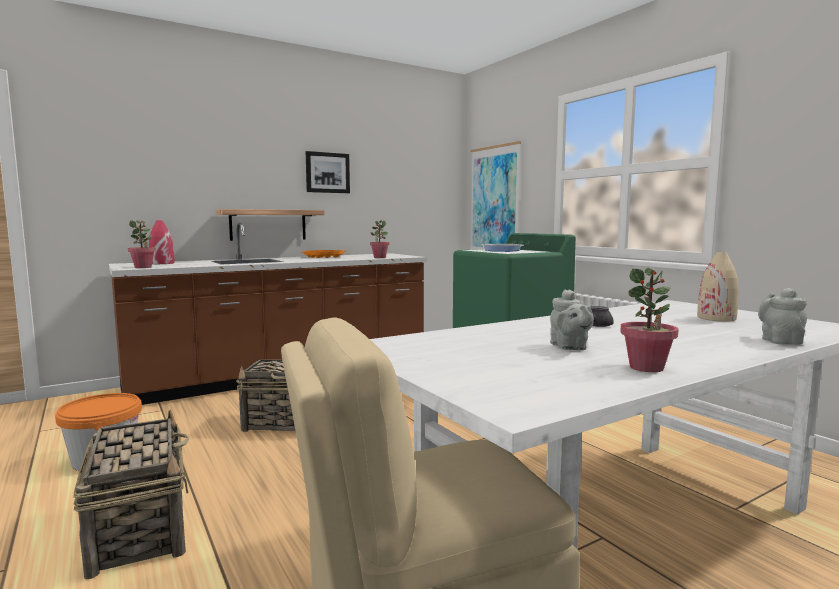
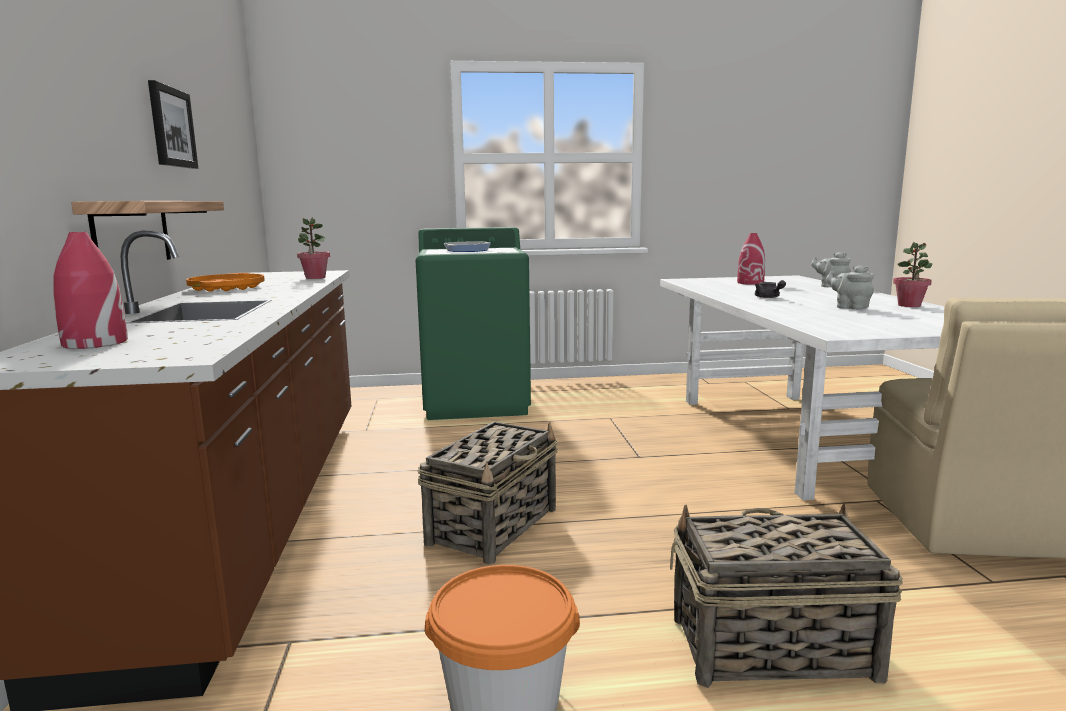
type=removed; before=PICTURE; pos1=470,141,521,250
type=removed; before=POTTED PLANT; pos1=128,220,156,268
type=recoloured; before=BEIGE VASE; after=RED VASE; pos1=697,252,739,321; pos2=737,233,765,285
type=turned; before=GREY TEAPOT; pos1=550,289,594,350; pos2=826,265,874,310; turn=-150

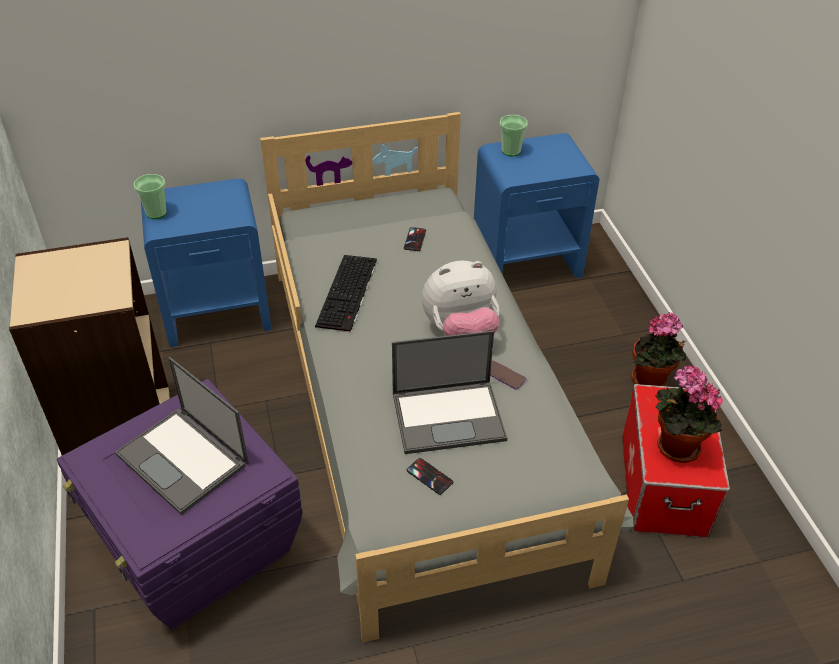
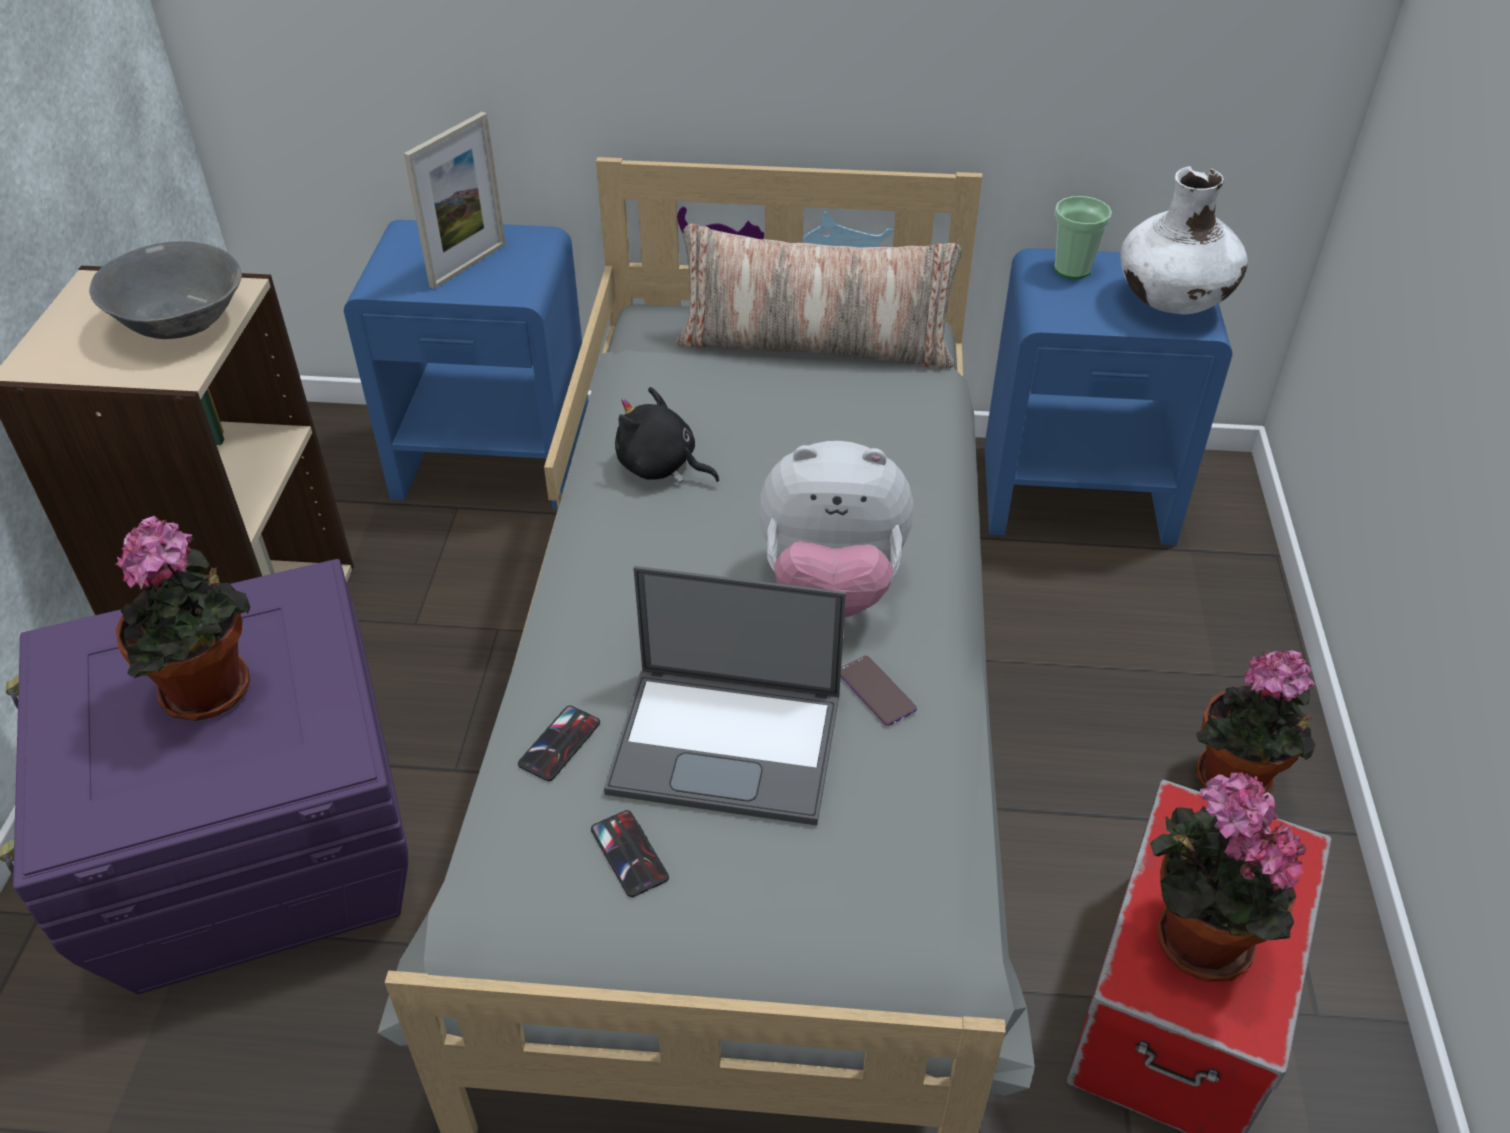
type=removed; before=CUP; pos1=134,174,167,219
type=moved; before=PHONE; pos1=404,227,426,251; pos2=518,706,600,781
type=replaced; before=KEYBOARD; after=BLACK PLUSH TOY; pos1=315,255,377,333; pos2=615,387,719,483
type=replaced; before=LAPTOP; after=POTTED PLANT; pos1=115,357,249,515; pos2=116,516,251,721
type=added; after=PICTURE FRAME; pos2=404,112,506,289
type=added; after=WHITE VASE; pos2=1120,166,1248,314
type=added; after=PILLOW; pos2=676,224,962,369
type=added; after=GREY BOWL; pos2=89,241,242,339

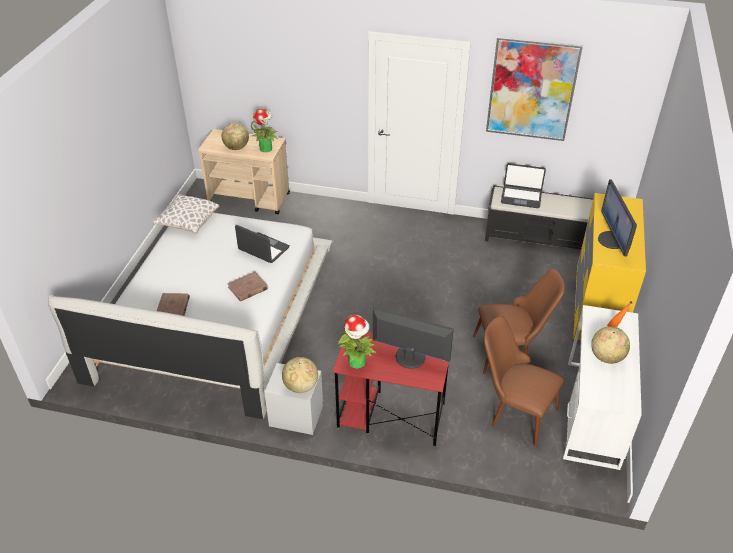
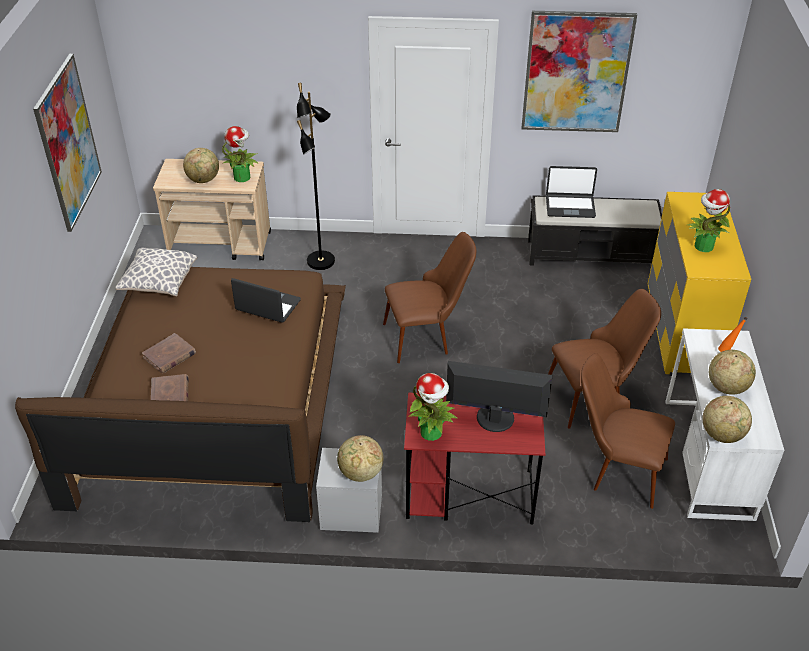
type=replaced; before=MONITOR; after=POTTED PLANT; pos1=598,179,637,257; pos2=687,189,730,252
type=recoloured; before=WHITE BED; after=BROWN BED; pos1=48,213,333,419; pos2=15,267,346,522
type=moved; before=BROWN BOOK; pos1=227,271,268,301; pos2=142,333,196,373
type=added; after=PICTURE; pos2=33,54,102,232
type=added; after=BLACK FLOOR LAMP; pos2=297,83,335,270
type=added; after=BROWN CHAIR; pos2=383,232,476,363
type=added; after=GLOBE; pos2=703,396,752,443

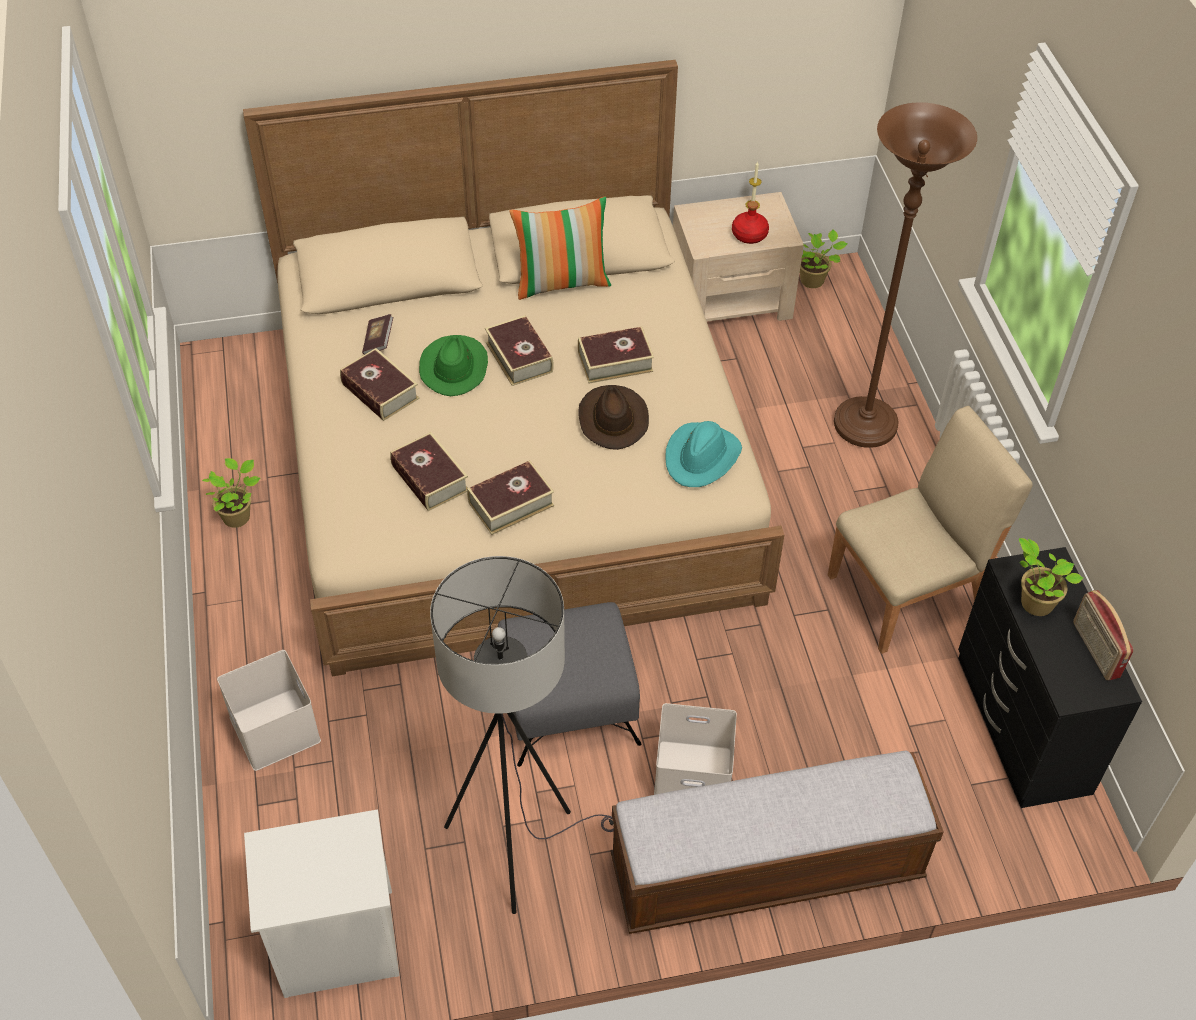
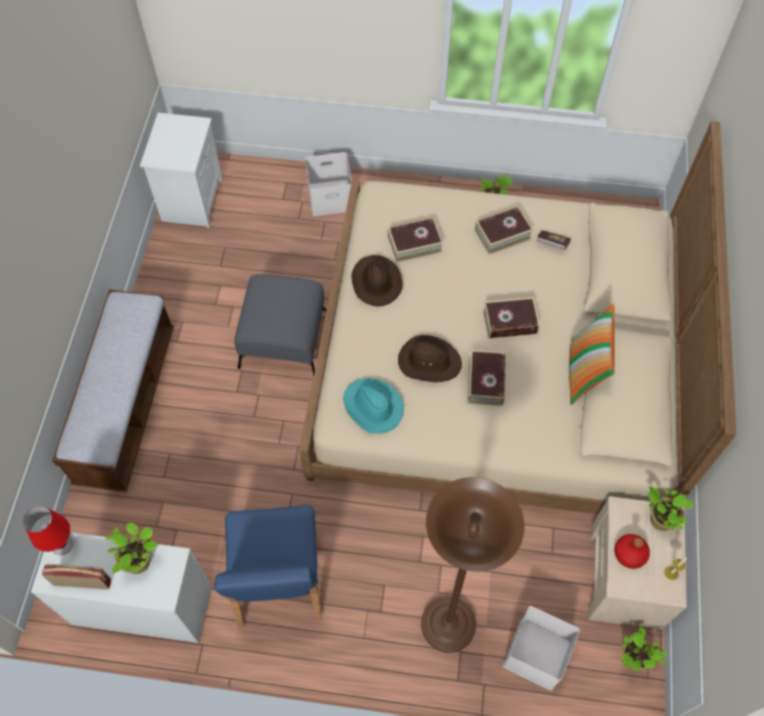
type=removed; before=GREEN HAT; pos1=419,335,488,396
type=recoloured; before=BEIGE CHAIR; after=BLUE CHAIR; pos1=828,406,1033,654; pos2=215,505,322,628
type=replaced; before=BOOK; after=BROWN HAT; pos1=467,461,554,535; pos2=351,255,403,306
type=recoloured; before=BLACK DRESSER; after=WHITE DRESSER; pos1=958,547,1142,808; pos2=31,532,211,643
type=removed; before=GREY FLOOR LAMP; pos1=430,556,614,914
type=moved; before=WHITE STORAGE BOX; pos1=654,703,737,795; pos2=503,606,580,690
type=added; after=POTTED PLANT; pos2=647,487,694,531
type=added; after=RED TABLE LAMP; pos2=24,506,73,555

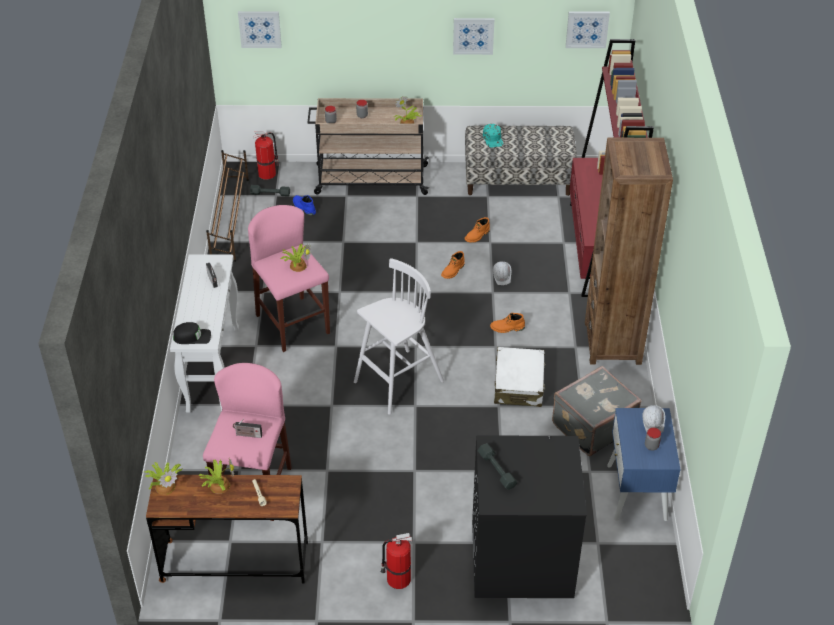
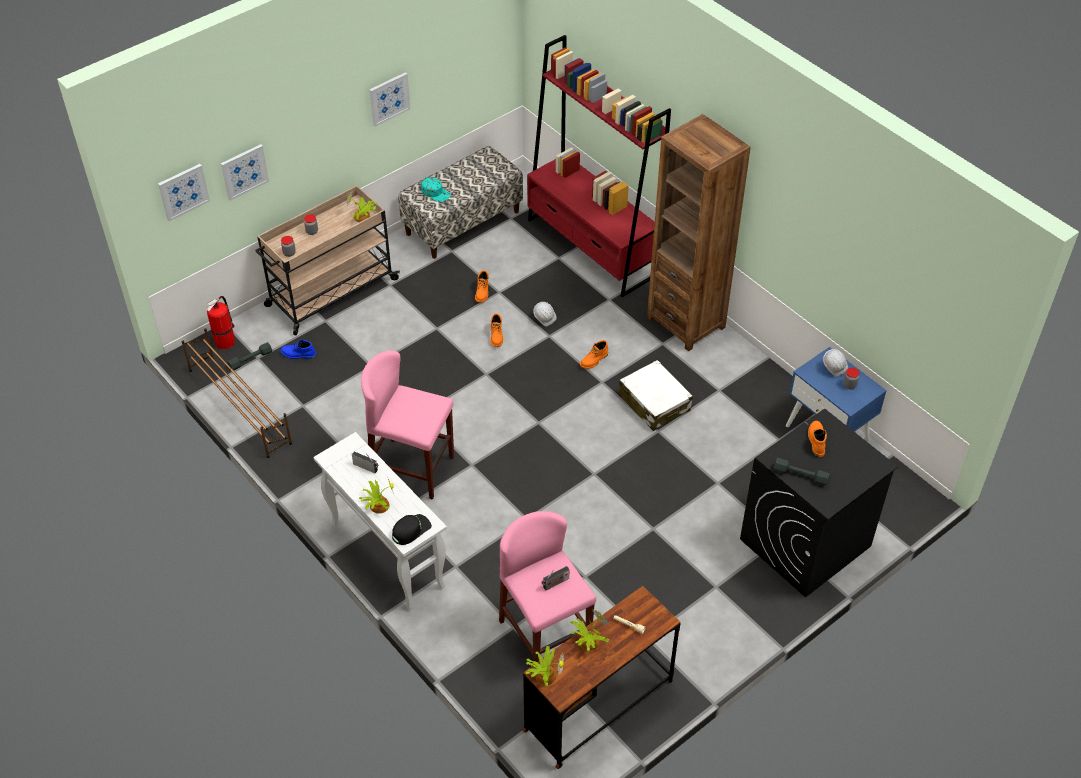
type=moved; before=PICTURE; pos1=566,11,610,48; pos2=221,144,269,201
type=moved; before=POTTED PLANT; pos1=281,243,311,272; pos2=359,477,394,514
type=removed; before=WHITE STOOL; pos1=354,258,444,415
type=removed; before=GREY SUITCASE; pos1=552,366,641,456
type=removed; before=FIRE EXTINGUISHER; pos1=381,533,412,589
type=added; after=ORANGE BOOT; pos2=808,421,827,457

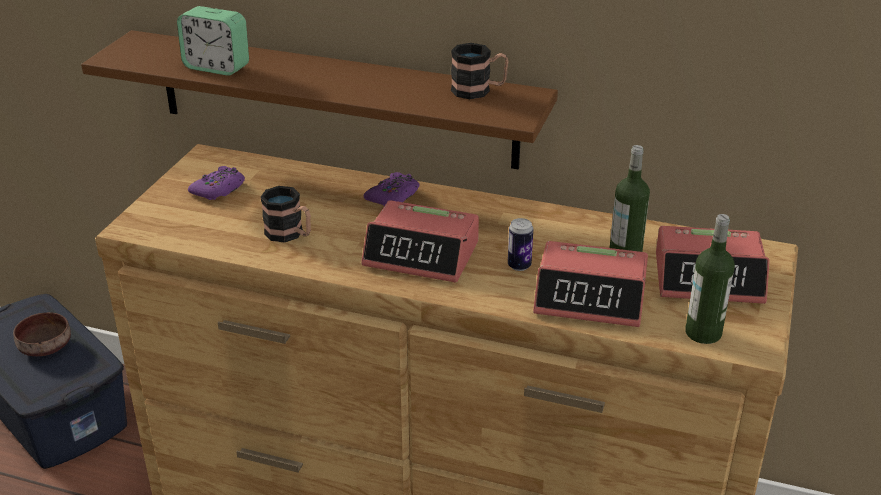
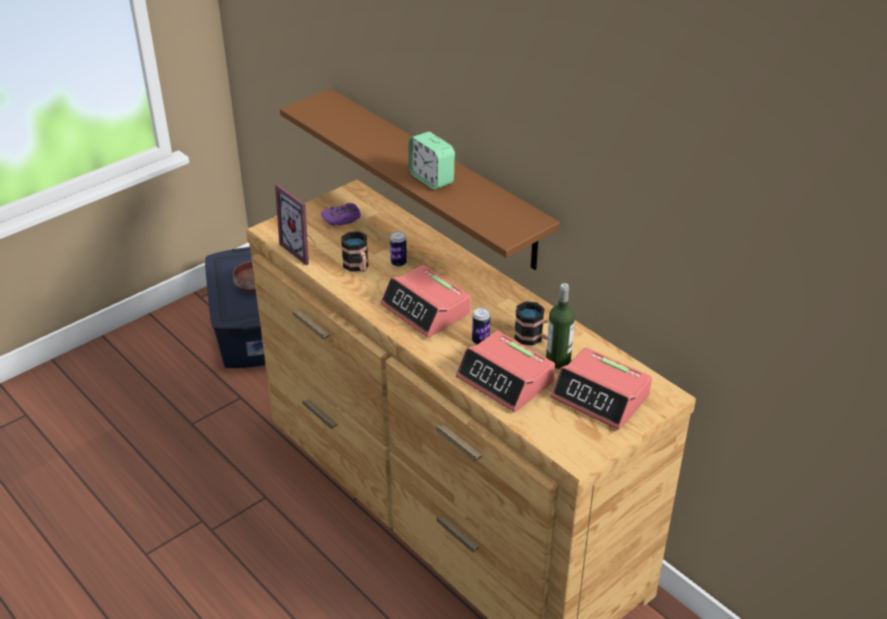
type=moved; before=ALARM CLOCK; pos1=177,6,249,76; pos2=409,132,455,190
type=moved; before=MUG; pos1=451,43,509,99; pos2=514,301,549,346
type=removed; before=PURPLE GAME CONTROLLER; pos1=364,172,419,206
type=removed; before=BOTTLE; pos1=685,214,735,344
type=added; after=PICTURE FRAME; pos2=275,184,316,265
type=added; after=CAN; pos2=390,231,407,267

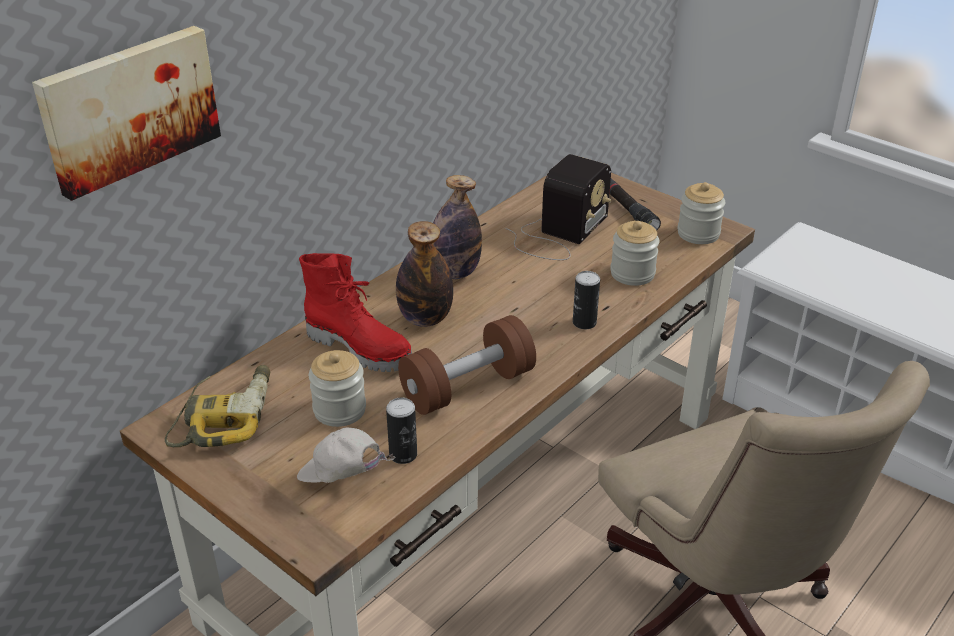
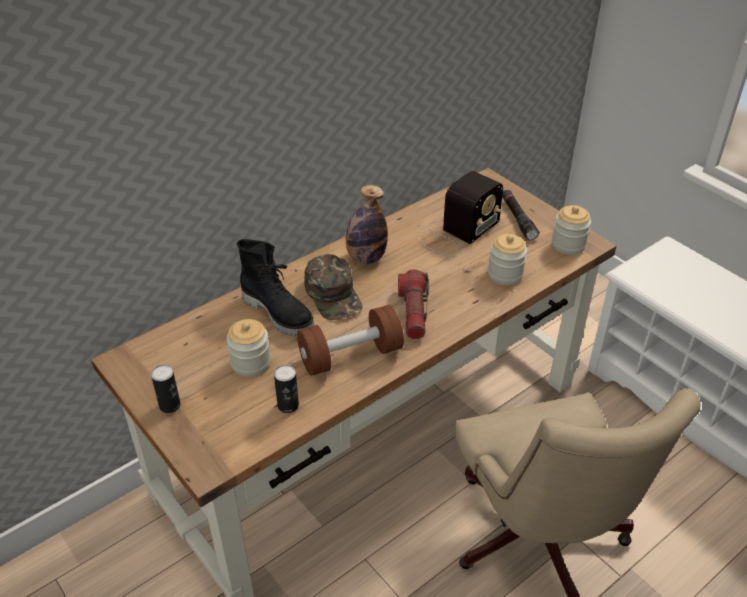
type=removed; before=PICTURE; pos1=32,26,221,201
type=replaced; before=BOTTLE; after=GREEN CAP; pos1=396,221,453,327; pos2=304,254,363,320
type=recoloured; before=RED BOOT; after=BLACK BOOT; pos1=299,253,412,372; pos2=237,239,314,337
type=moved; before=CAN; pos1=573,271,600,329; pos2=151,365,181,413
type=removed; before=POWER DRILL; pos1=165,365,270,447
type=removed; before=WHITE CAP; pos1=297,427,395,483
type=added; after=FLASHLIGHT; pos2=398,269,429,339

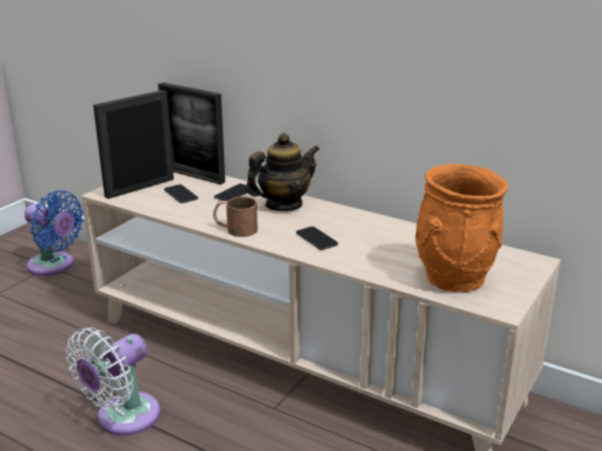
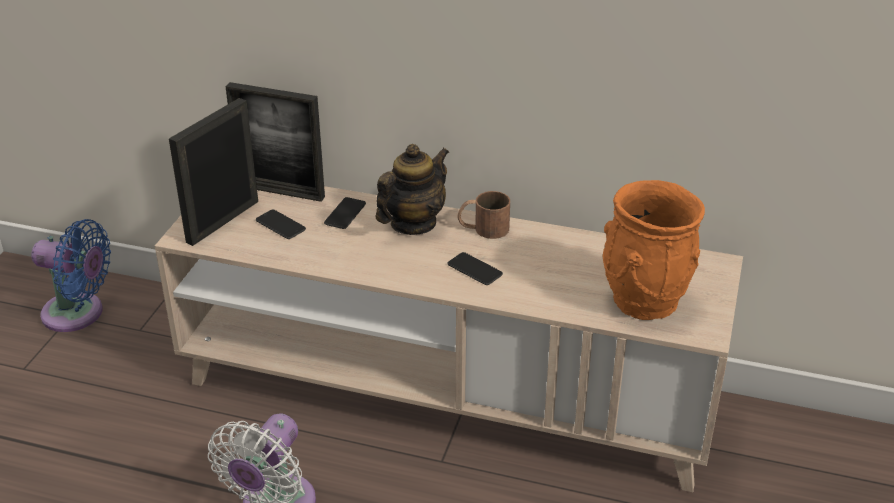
type=moved; before=BROWN MUG; pos1=213,197,258,237; pos2=457,191,510,239

